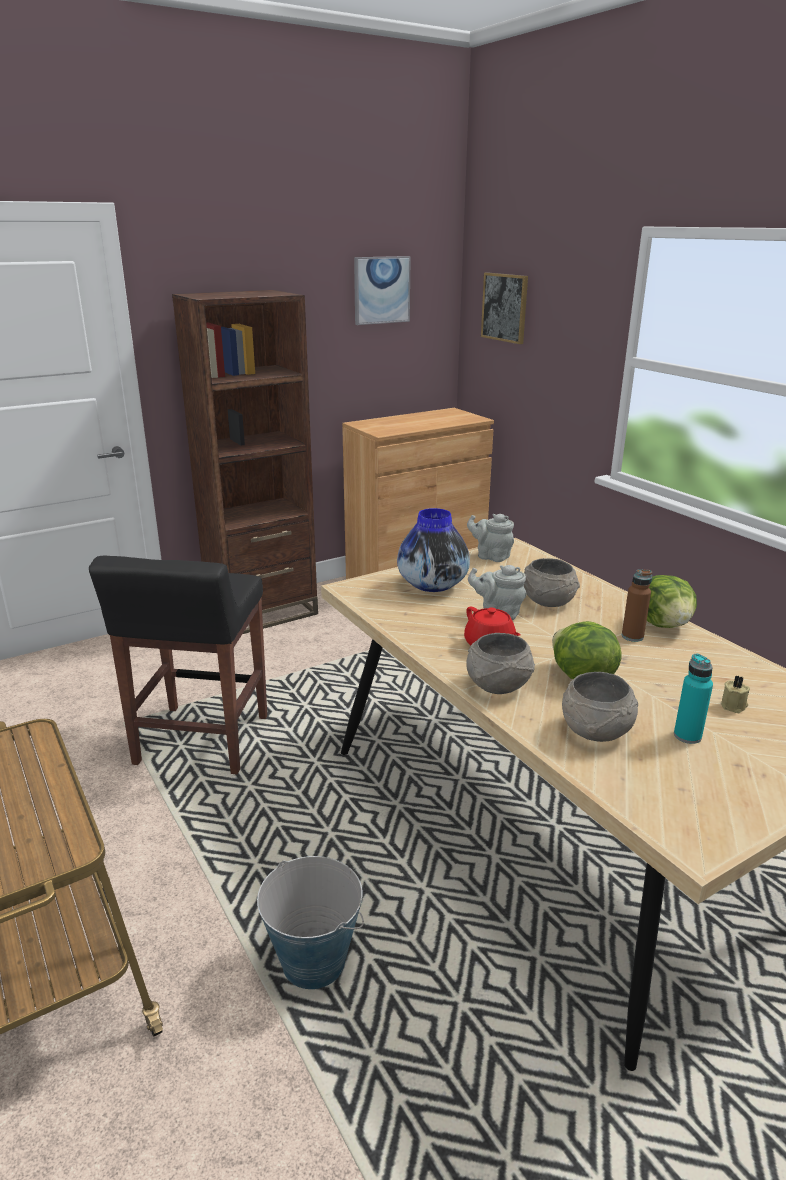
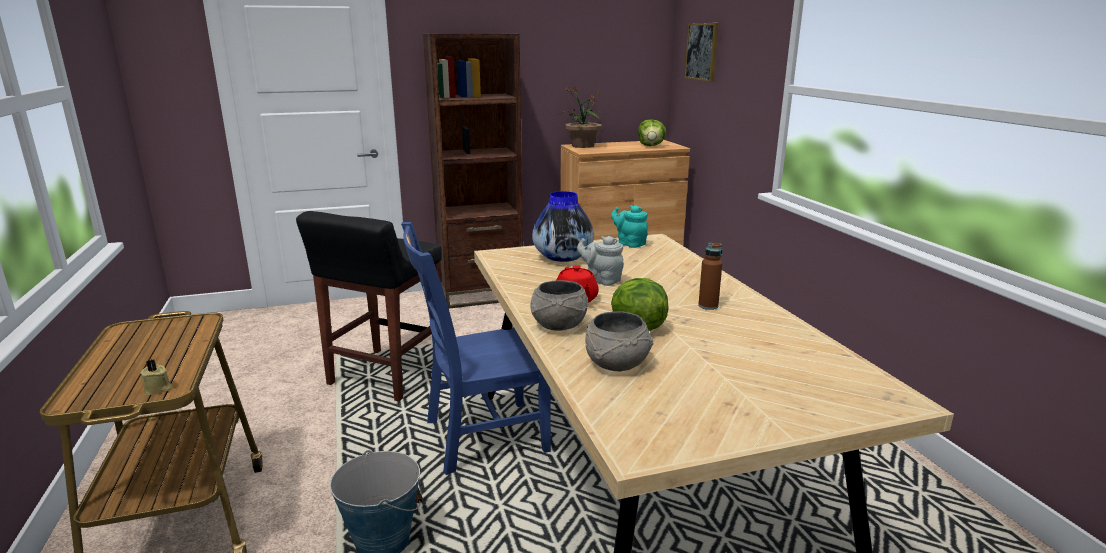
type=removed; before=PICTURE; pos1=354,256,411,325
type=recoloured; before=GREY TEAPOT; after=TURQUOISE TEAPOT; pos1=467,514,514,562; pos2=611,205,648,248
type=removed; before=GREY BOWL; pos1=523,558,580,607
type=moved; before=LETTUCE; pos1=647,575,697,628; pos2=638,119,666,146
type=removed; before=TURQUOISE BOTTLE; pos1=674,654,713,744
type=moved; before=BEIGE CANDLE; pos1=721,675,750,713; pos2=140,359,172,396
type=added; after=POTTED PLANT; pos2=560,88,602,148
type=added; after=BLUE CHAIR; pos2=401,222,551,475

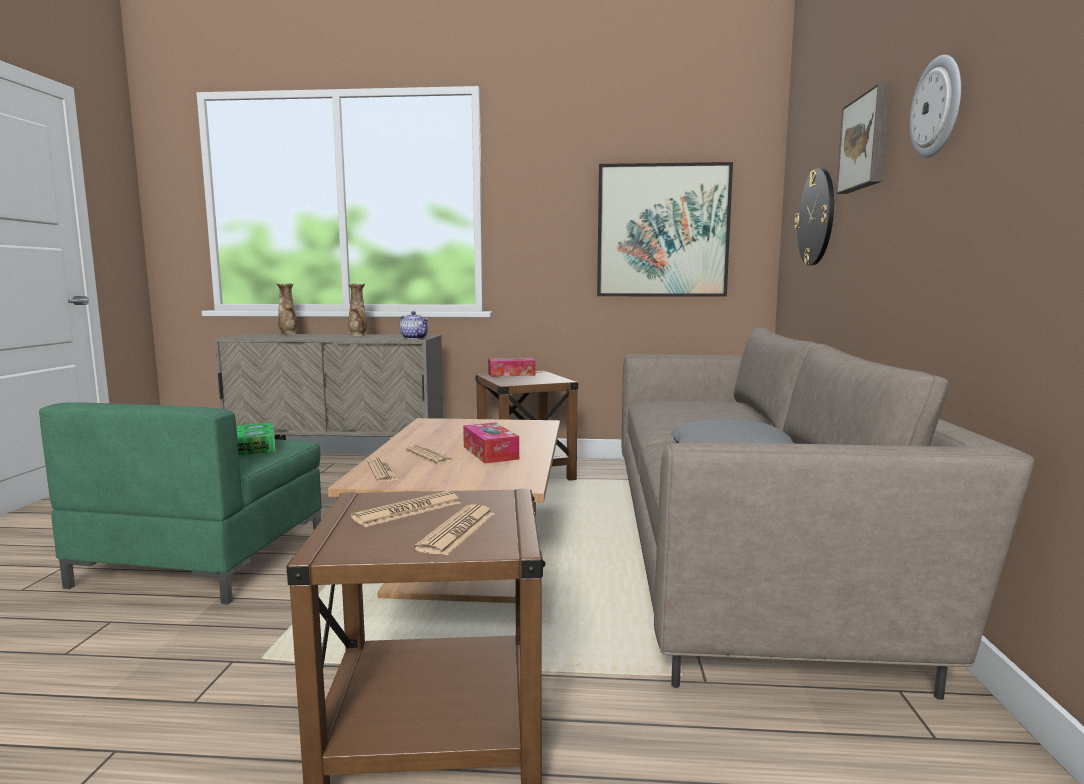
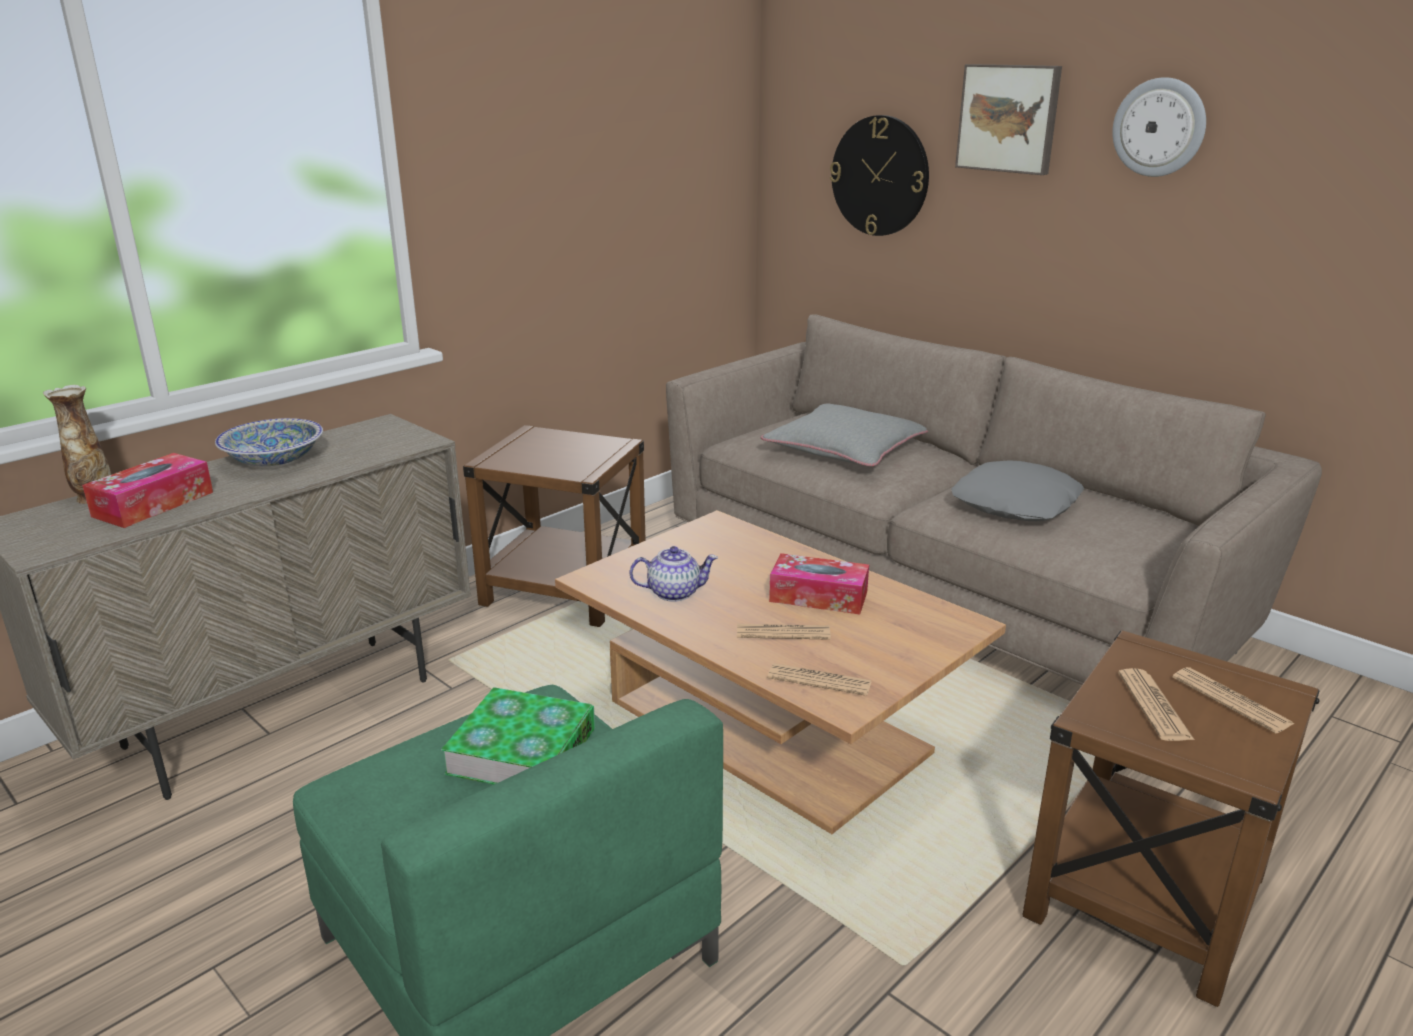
type=removed; before=PICTURE; pos1=597,162,733,297
type=replaced; before=VASE; after=BOWL; pos1=348,284,367,336; pos2=215,418,323,466
type=moved; before=TEAPOT; pos1=399,311,429,339; pos2=629,546,718,602
type=moved; before=TISSUE BOX; pos1=488,358,536,377; pos2=82,453,213,528
type=added; after=GREY PILLOW; pos2=761,404,928,466

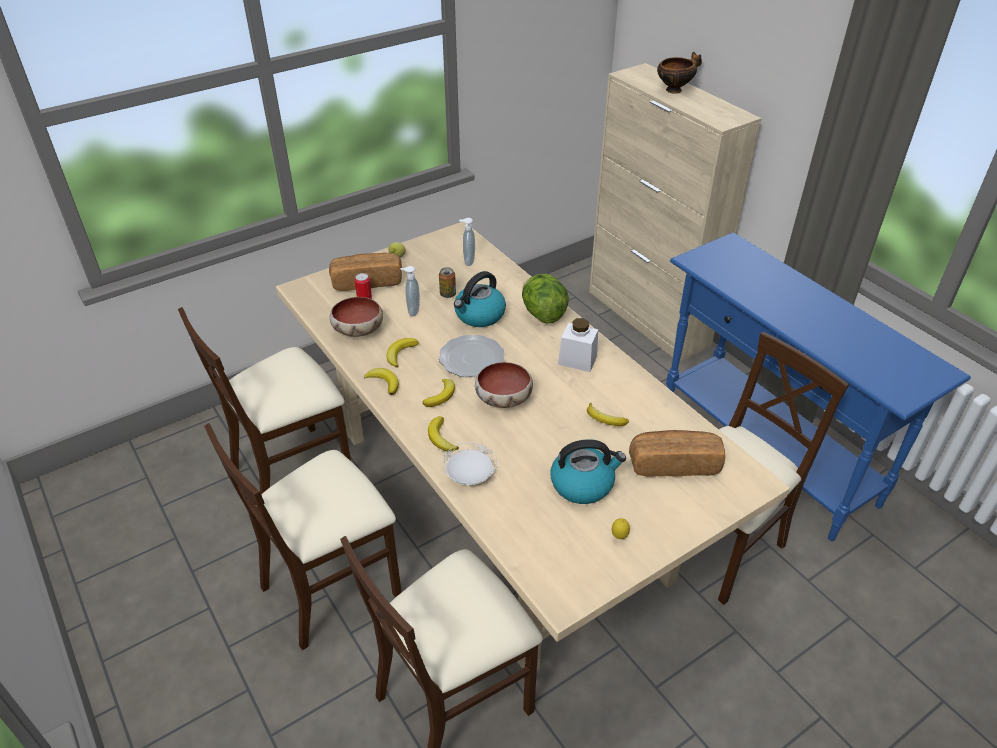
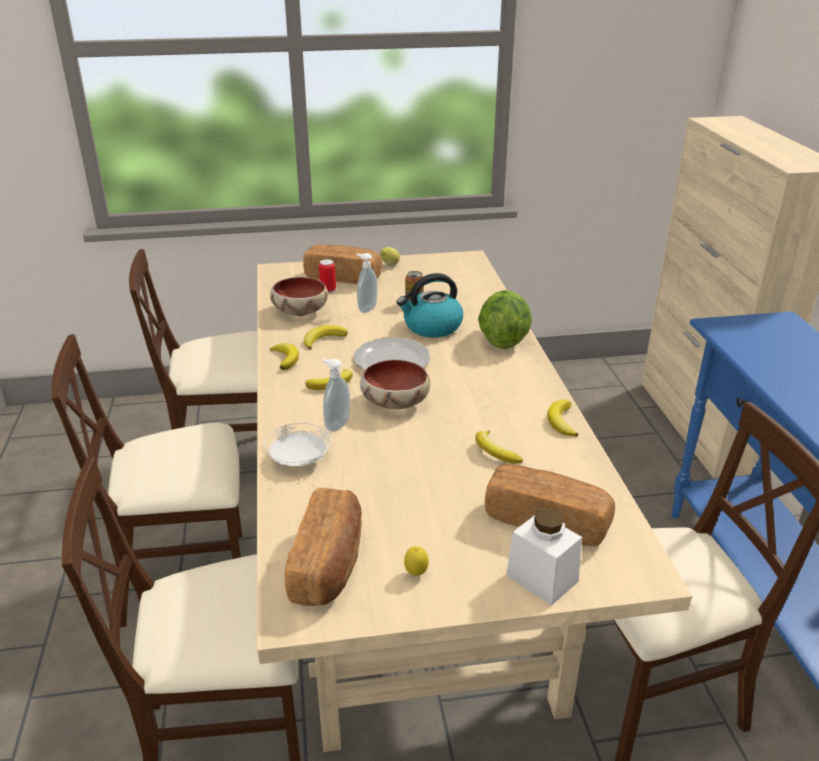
type=removed; before=BOWL; pos1=657,52,702,93
type=moved; before=SOAP DISPENSER; pos1=459,218,475,266; pos2=322,359,350,432
type=moved; before=WHITE JAR; pos1=558,318,598,372; pos2=506,508,582,605
type=moved; before=BANANA; pos1=428,416,459,451; pos2=547,399,578,437
type=removed; before=KETTLE; pos1=550,439,626,504
type=added; after=BREAD; pos2=285,488,362,606

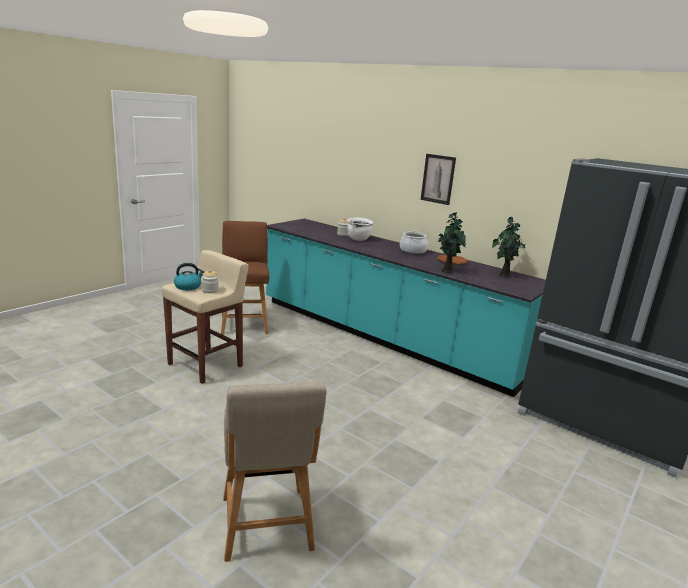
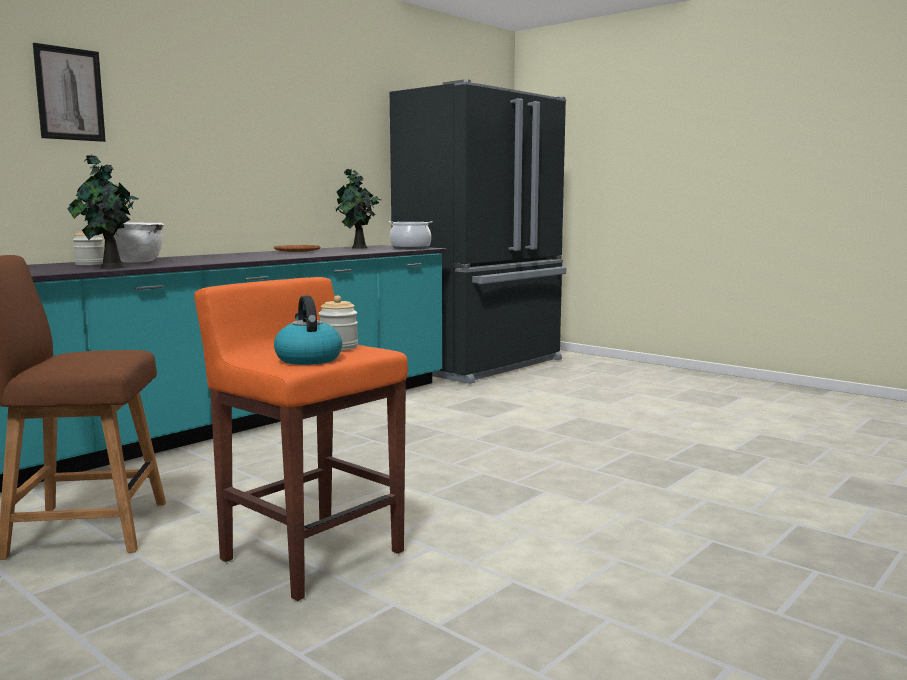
type=moved; before=PICTURE; pos1=421,154,456,205; pos2=33,43,106,142
type=moved; before=POTTED PLANT; pos1=438,212,466,274; pos2=68,155,139,269
type=moved; before=COOKING POT; pos1=400,230,428,254; pos2=388,221,433,249
type=recoloured; before=BEIGE STOOL; after=ORANGE STOOL; pos1=162,250,249,384; pos2=194,277,408,601
type=removed; before=BEIGE CHAIR; pos1=223,381,327,562

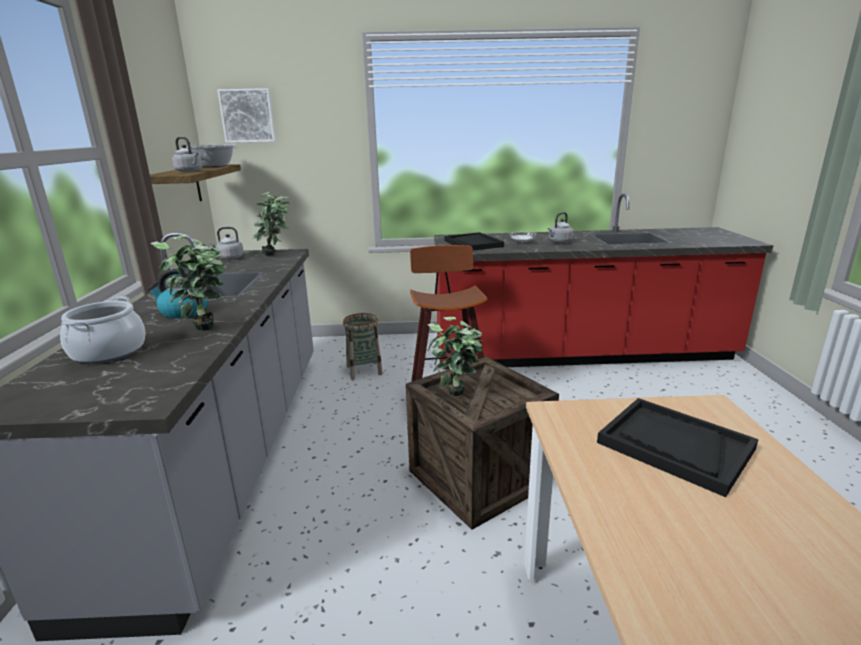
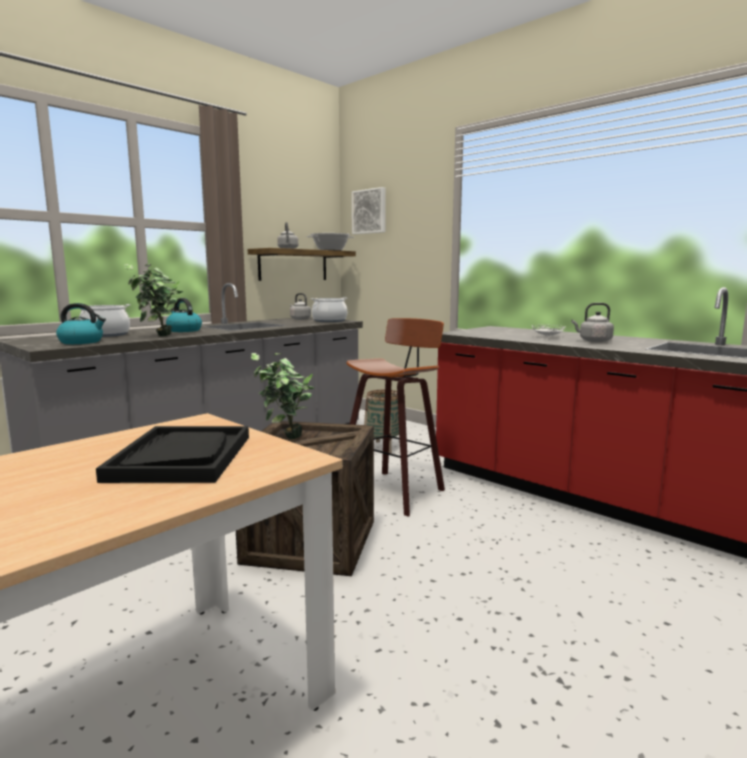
type=replaced; before=POTTED PLANT; after=COOKING POT; pos1=252,192,289,255; pos2=311,297,347,322
type=removed; before=BLACK TRAY; pos1=444,232,504,251
type=added; after=KETTLE; pos2=56,303,106,344

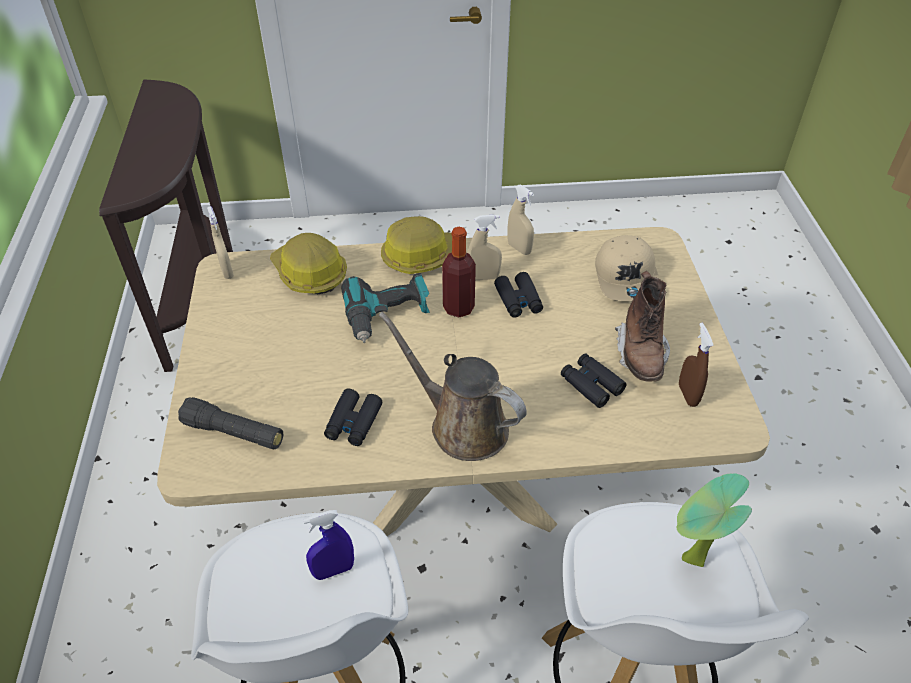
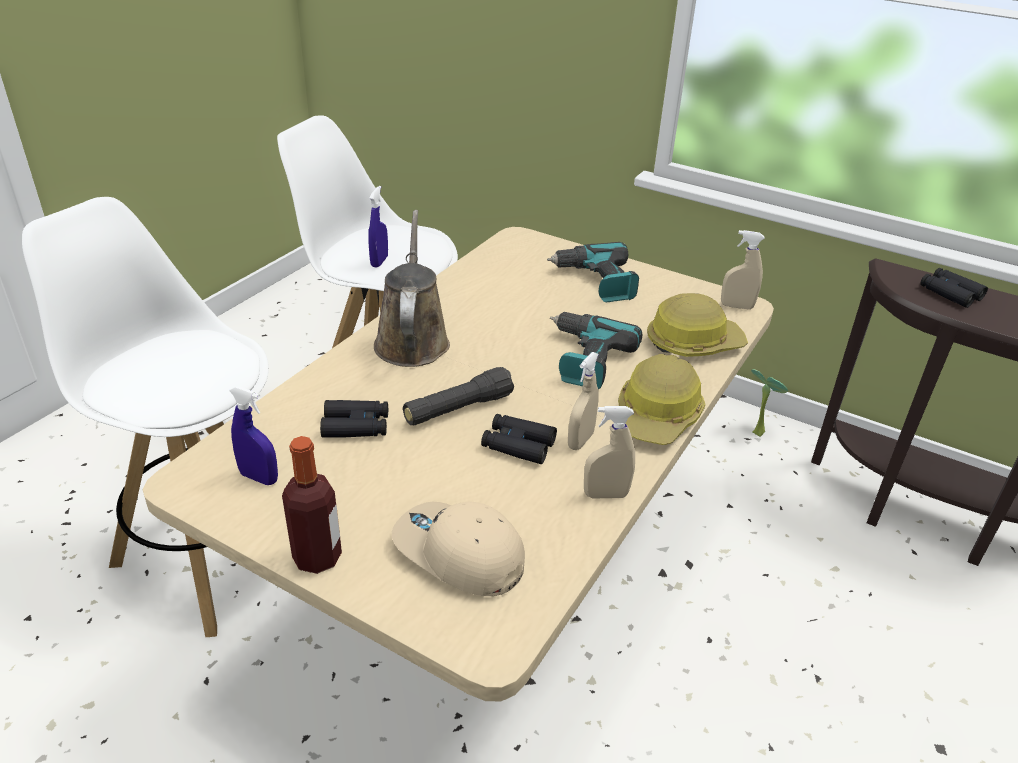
type=moved; before=BOTTLE; pos1=442,227,476,317; pos2=282,436,342,574
type=removed; before=BROWN BOOT; pos1=615,271,670,382
type=turned; before=BROWN WATERING CAN; pos1=379,312,527,461; pos2=374,210,450,367; turn=-75
type=recoloured; before=BROWN SPRAY BOTTLE; after=BLUE SPRAY BOTTLE; pos1=679,323,714,407; pos2=229,386,278,485
type=moved; before=BLACK BINOCULARS; pos1=324,388,382,446; pos2=920,268,988,308
type=moved; before=BLACK FLASHLIGHT; pos1=178,397,283,449; pos2=403,367,514,425
type=moved; before=POTTED PLANT; pos1=677,473,752,567; pos2=751,369,788,437
type=added; after=POWER DRILL; pos2=547,242,639,302

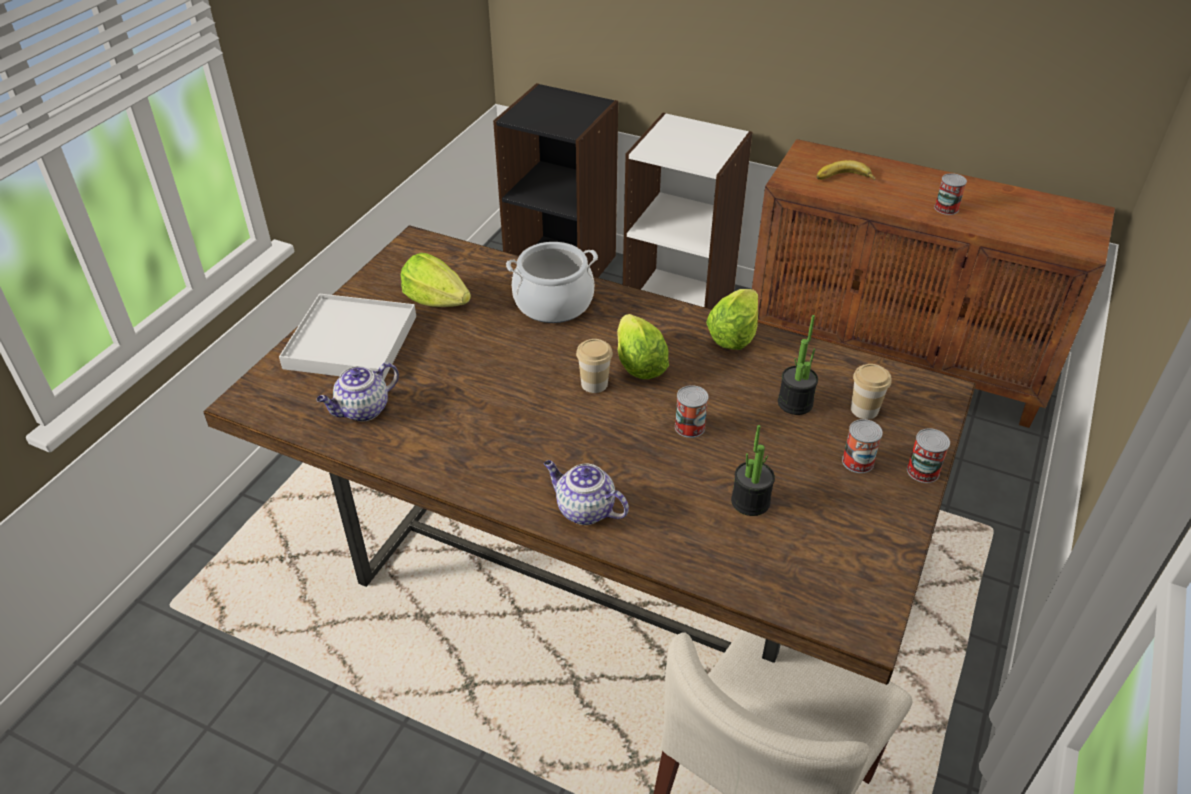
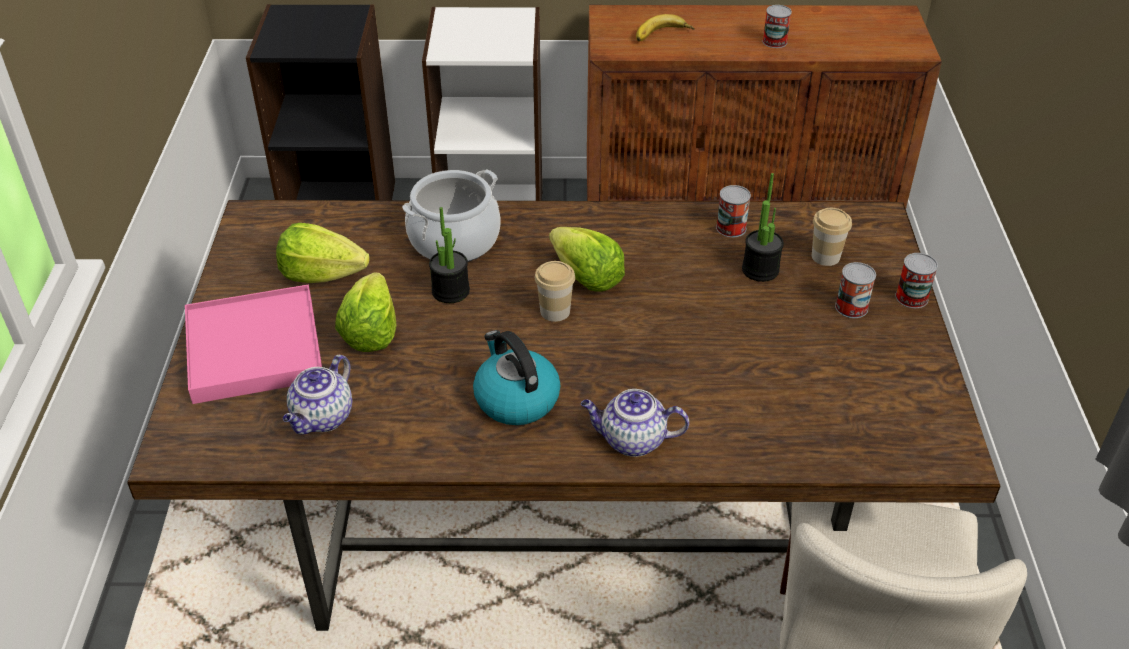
type=moved; before=LETTUCE; pos1=706,289,758,350; pos2=335,272,397,352
type=recoloured; before=WHITE TRAY; after=PINK TRAY; pos1=279,294,416,380; pos2=185,285,322,404
type=moved; before=CAN; pos1=675,385,708,438; pos2=716,185,751,237
type=moved; before=POTTED PLANT; pos1=731,425,775,516; pos2=429,207,470,303
type=added; after=KETTLE; pos2=473,330,561,425

